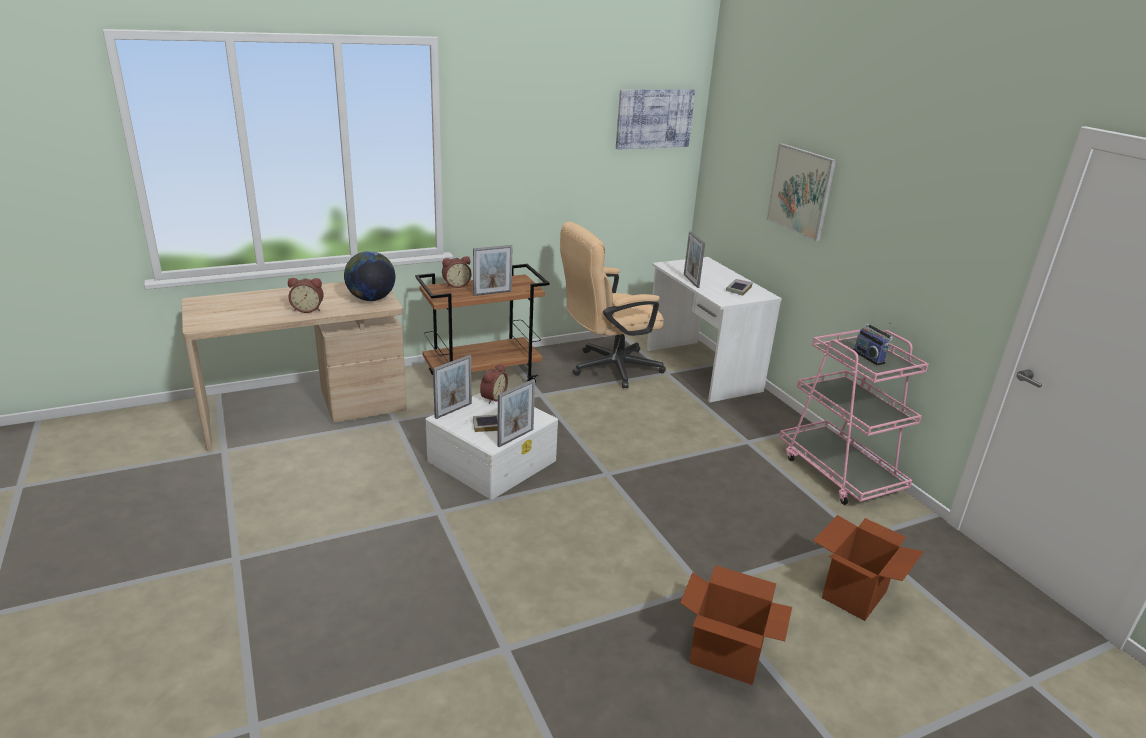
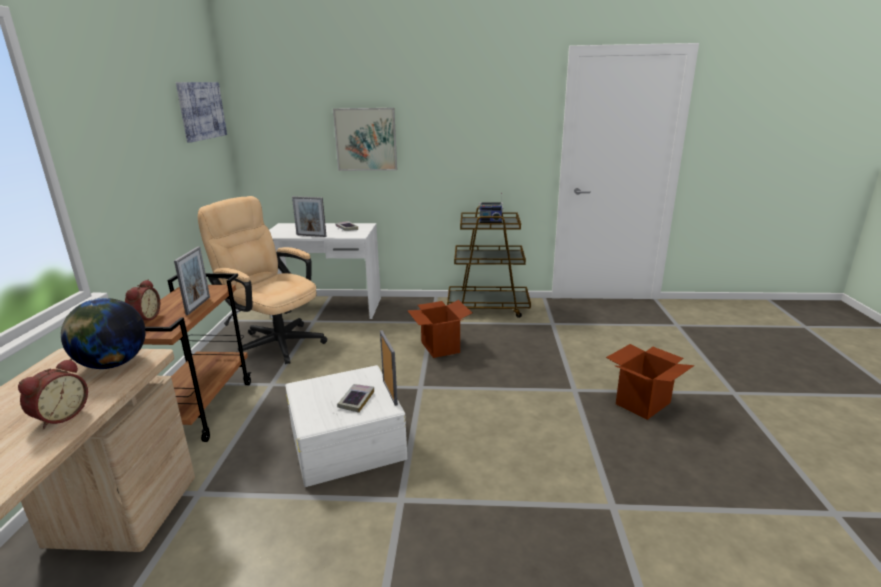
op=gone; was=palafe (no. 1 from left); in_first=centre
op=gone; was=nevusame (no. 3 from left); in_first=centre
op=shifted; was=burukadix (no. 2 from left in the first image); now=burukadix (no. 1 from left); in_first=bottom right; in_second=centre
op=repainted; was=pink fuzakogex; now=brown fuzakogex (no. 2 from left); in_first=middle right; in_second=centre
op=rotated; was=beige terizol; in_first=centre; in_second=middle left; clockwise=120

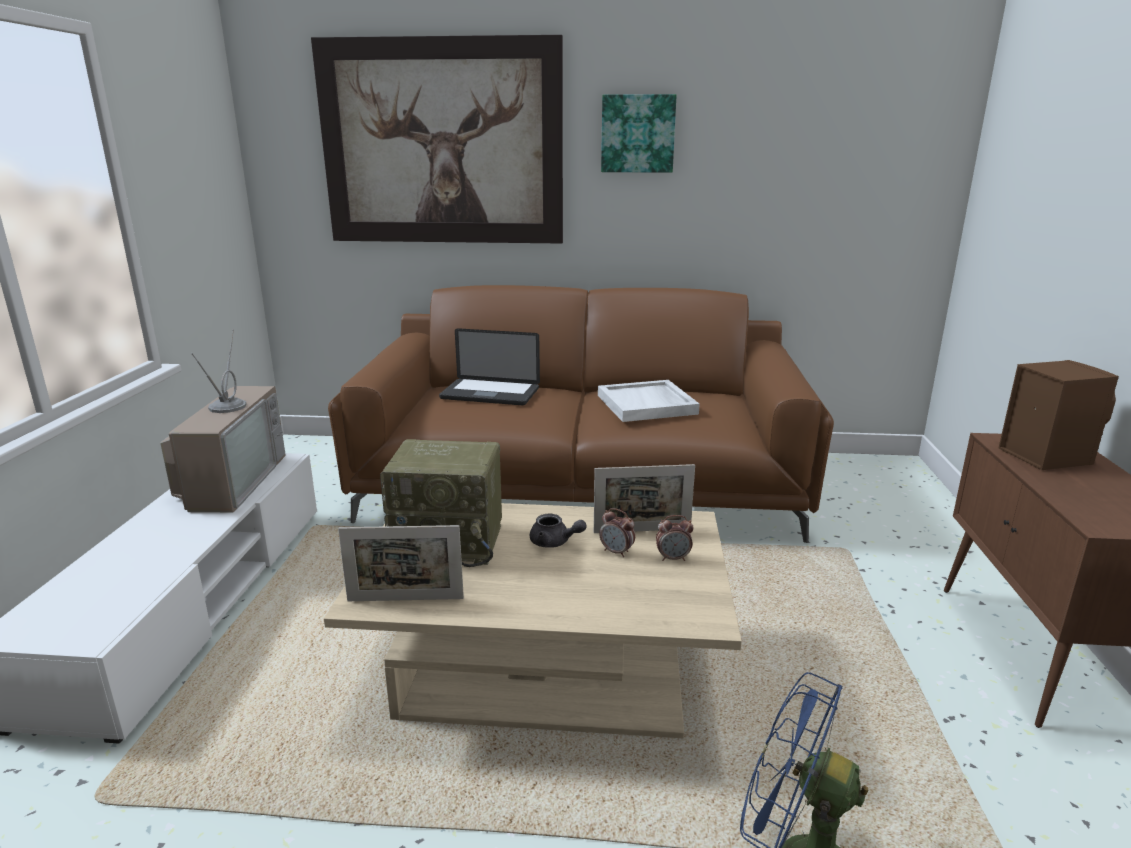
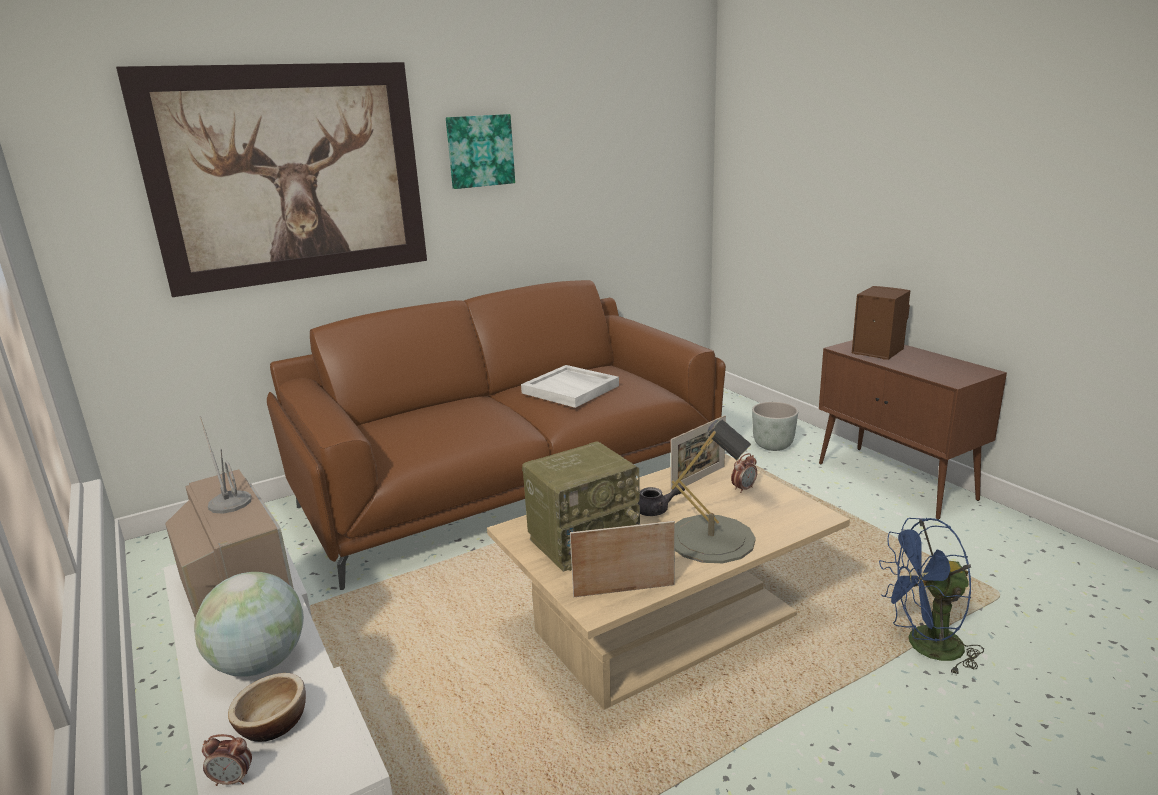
op=gone; was=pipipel; in_first=centre
op=new; now=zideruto; in_second=bottom left
op=new; now=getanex; in_second=bottom left
op=new; now=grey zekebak; in_second=centre
op=new; now=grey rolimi; in_second=middle right
op=shifted; was=nevusame (no. 1 from left); in_first=centre; in_second=bottom left
op=rotated; was=palafe (no. 1 from left); in_first=centre; in_second=bottom centre; clockwise=-150

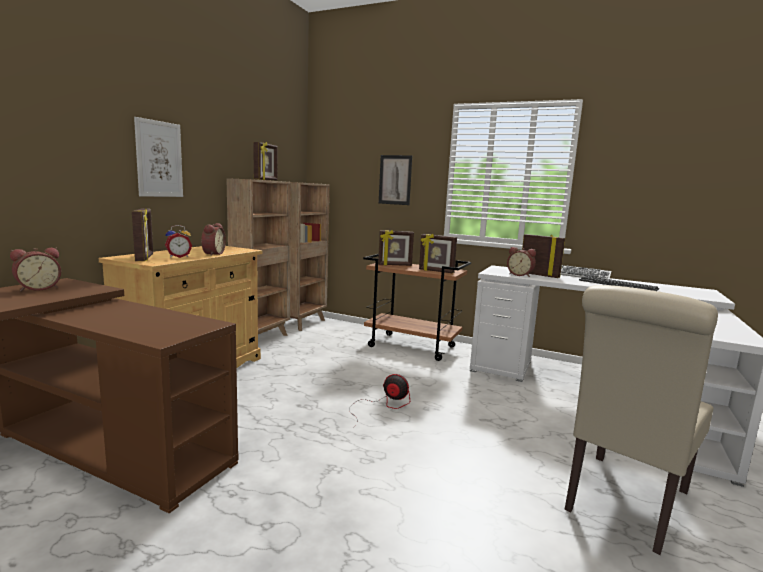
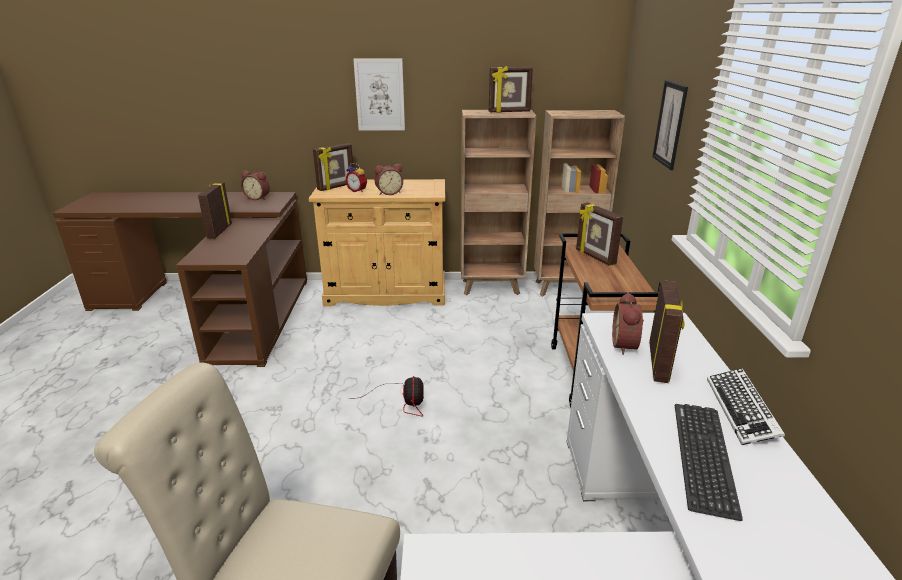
op=shifted; was=palafe (no. 4 from left in the first image); now=palafe (no. 1 from left); in_first=centre; in_second=middle left

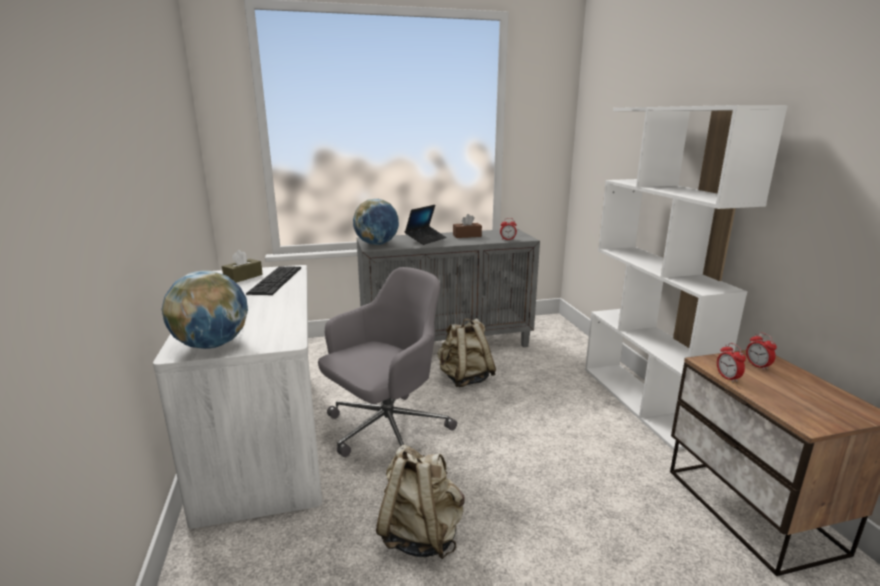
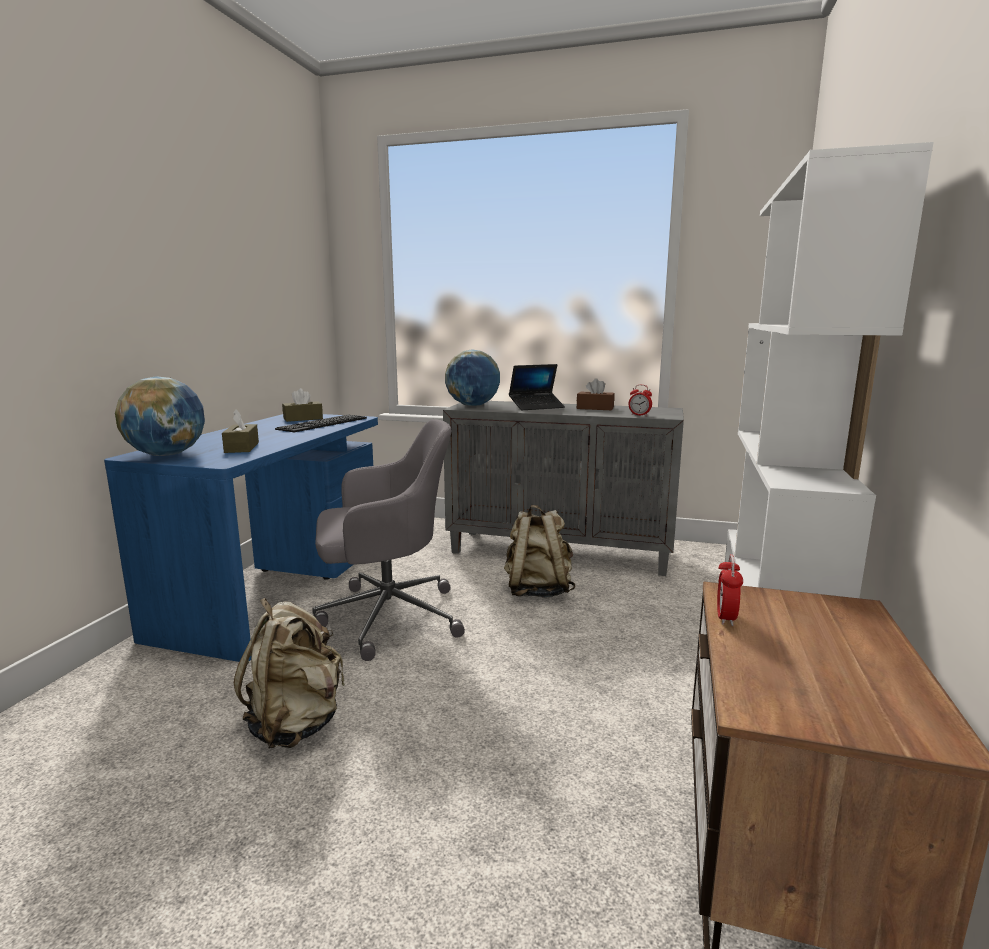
op=gone; was=nevusame (no. 3 from left); in_first=middle right
op=new; now=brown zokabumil (no. 1 from left); in_second=middle left
op=repainted; was=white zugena; now=blue zugena; in_first=bottom left; in_second=middle left

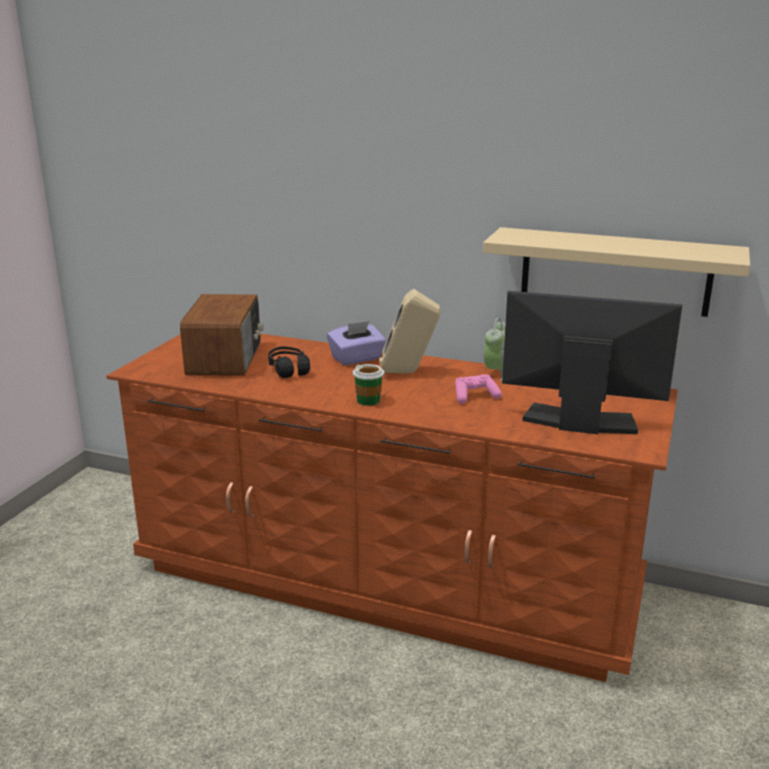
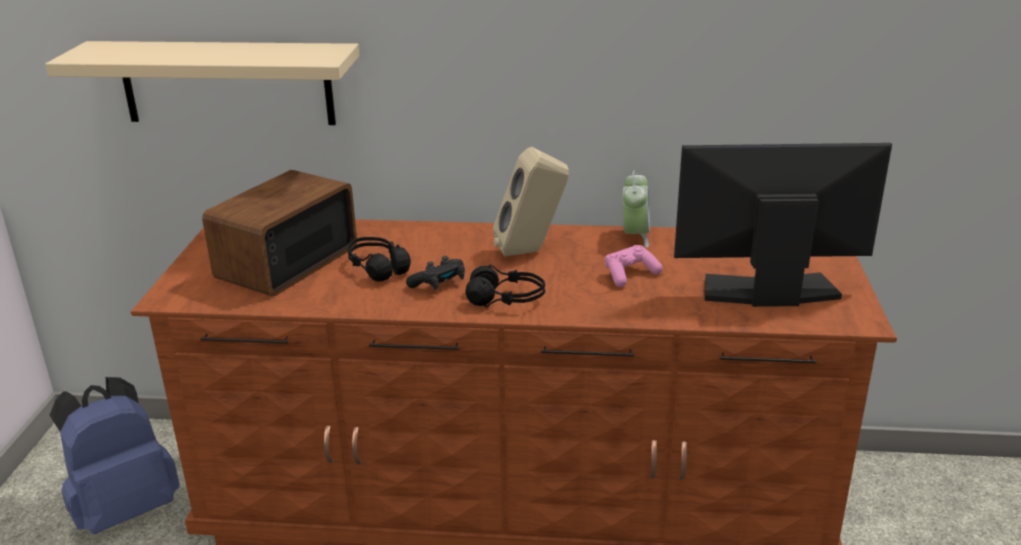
op=gone; was=purple zokabumil; in_first=centre
op=new; now=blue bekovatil; in_second=bottom left
op=new; now=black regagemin; in_second=centre
op=shifted; was=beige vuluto; in_first=middle right; in_second=top left
op=swapped; was=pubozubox; now=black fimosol (no. 2 from left); in_first=centre; in_second=centre
op=rotated; was=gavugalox; in_first=middle left; in_second=middle left; clockwise=-135

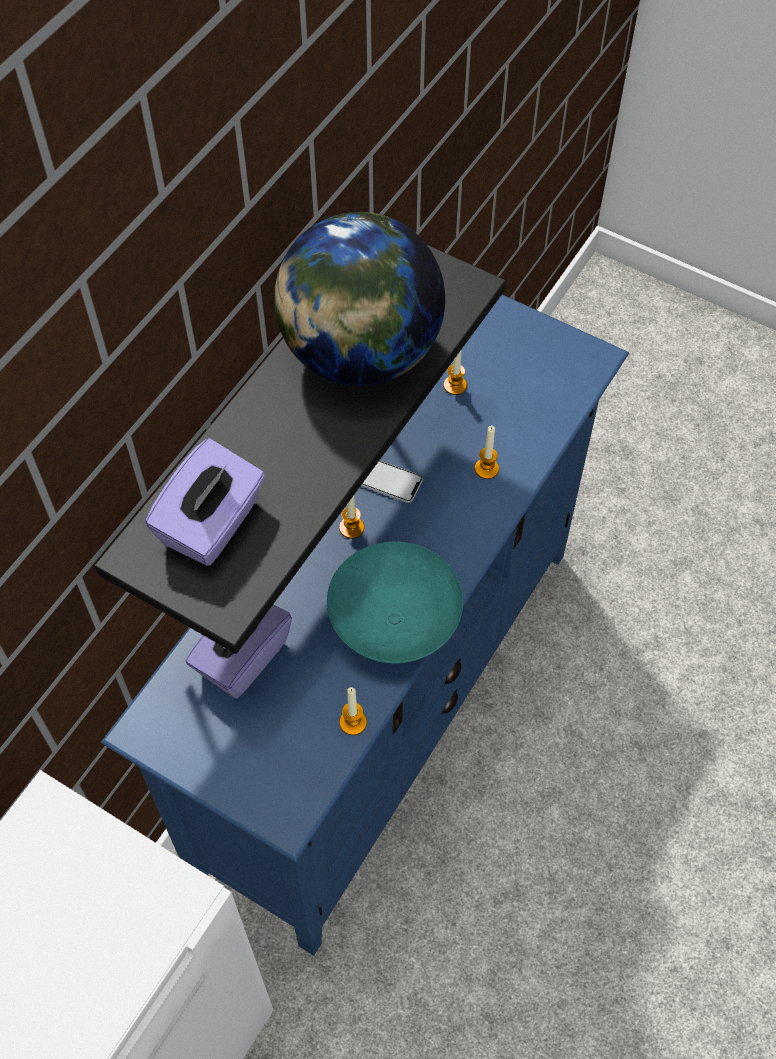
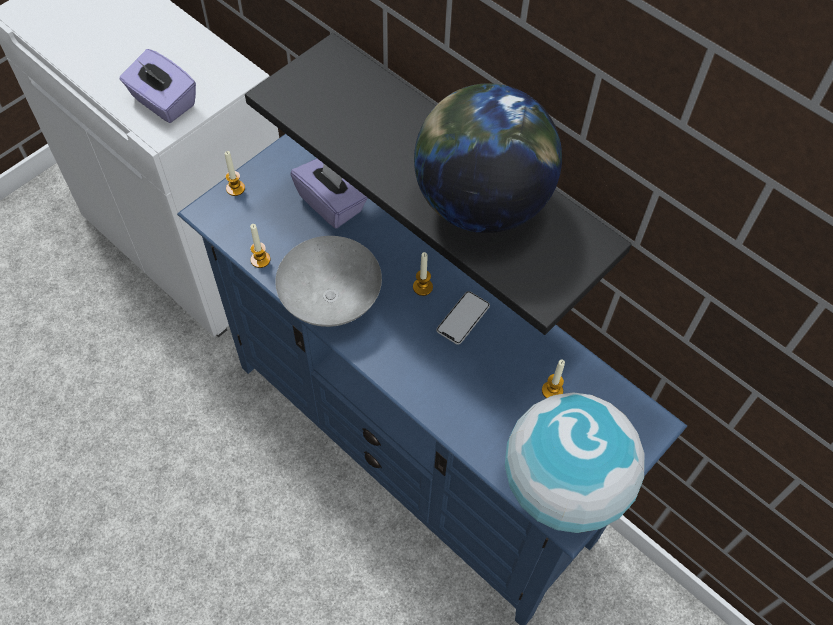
op=new; now=zideruto (no. 2 from left); in_second=bottom right
op=shifted; was=purple zokabumil (no. 1 from left); in_first=middle left; in_second=top left
op=shifted; was=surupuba (no. 4 from left in the first image); now=surupuba (no. 1 from left); in_first=centre; in_second=top left
op=repainted; was=turquoise getanex; now=grey getanex; in_first=centre; in_second=centre

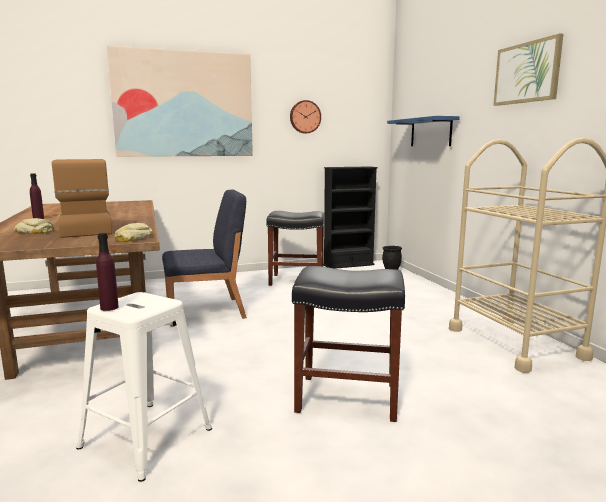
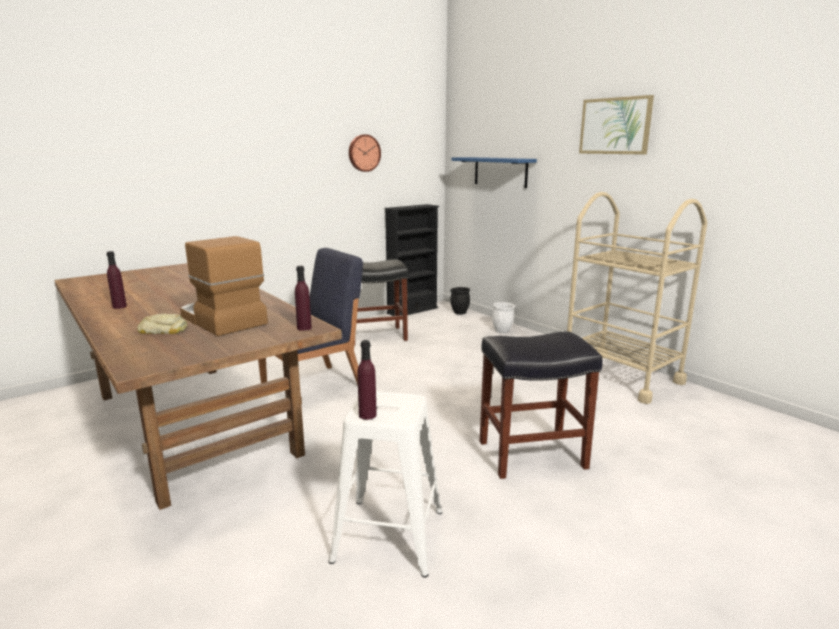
op=gone; was=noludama (no. 1 from left); in_first=top left
op=new; now=white rolimi; in_second=centre
op=swapped; was=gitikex (no. 2 from left); now=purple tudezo (no. 2 from left); in_first=middle left; in_second=centre

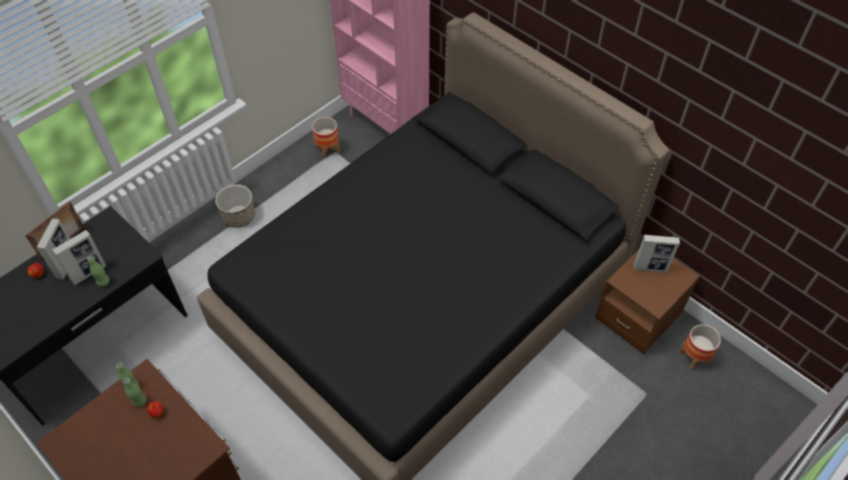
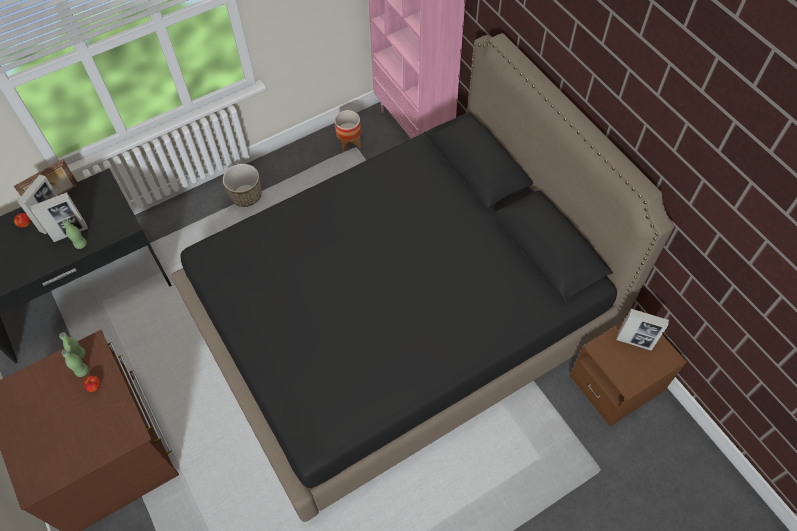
op=gone; was=rolimi (no. 3 from left); in_first=bottom right

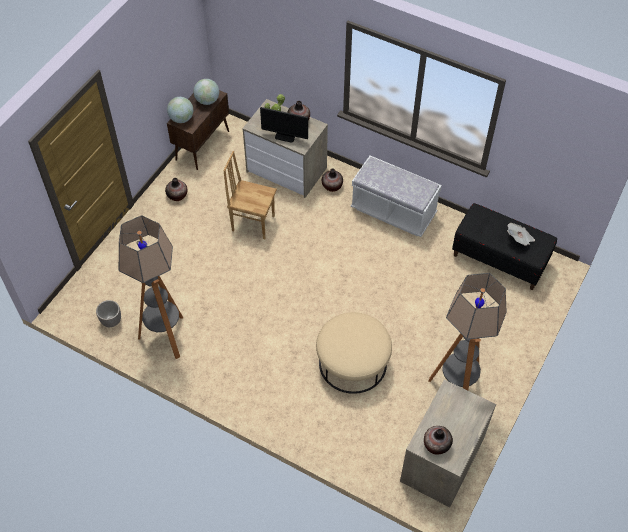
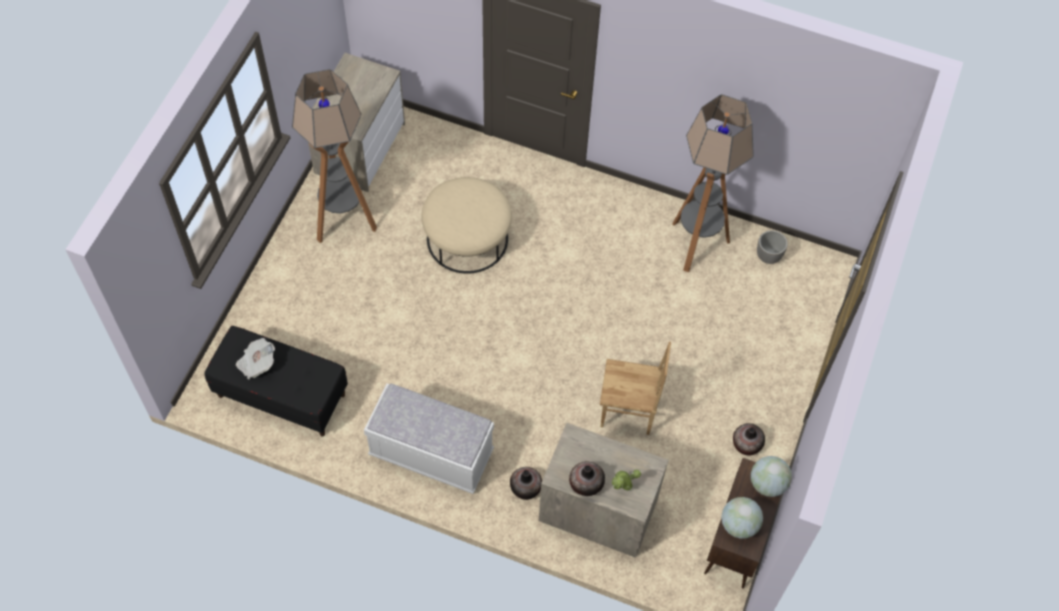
op=gone; was=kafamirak; in_first=top centre
op=gone; was=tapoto (no. 4 from left); in_first=bottom right

